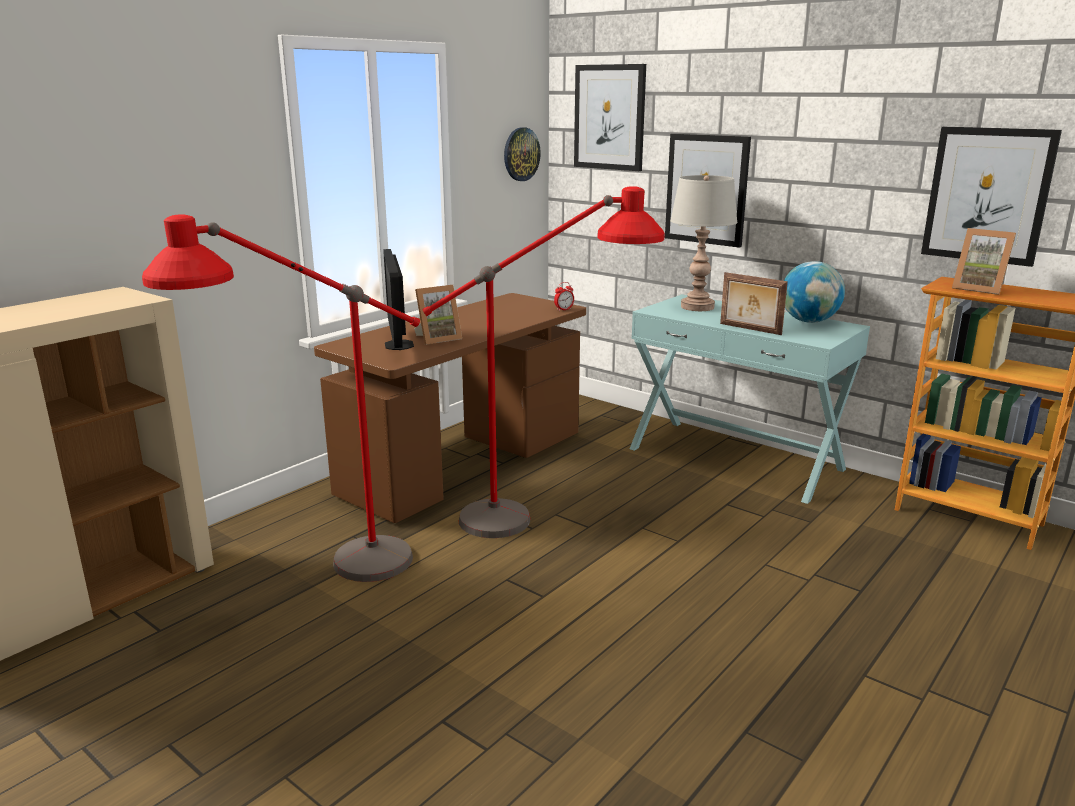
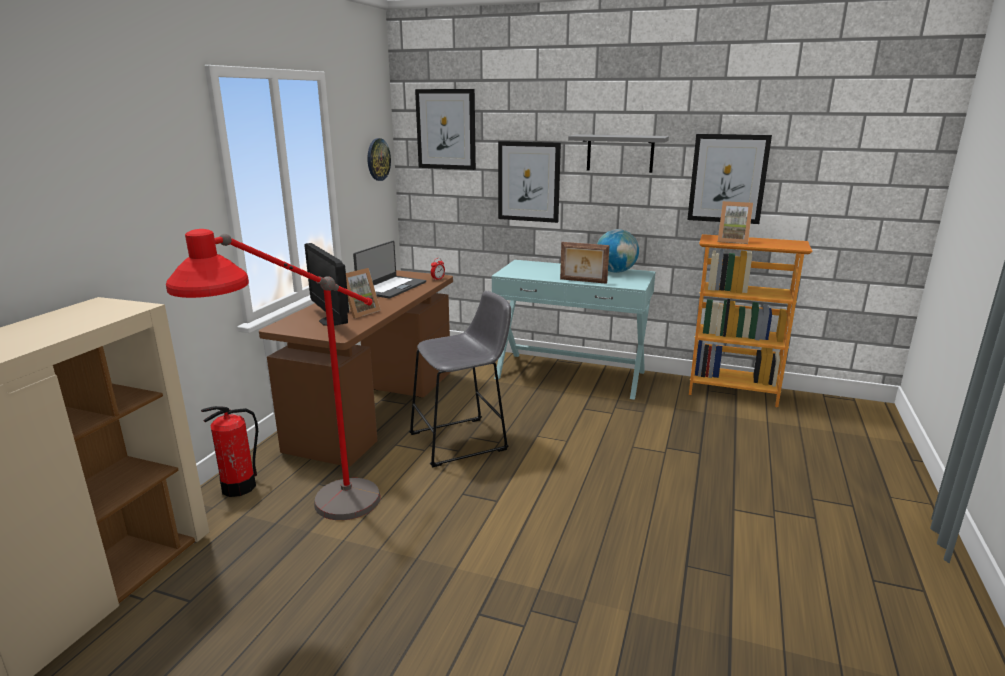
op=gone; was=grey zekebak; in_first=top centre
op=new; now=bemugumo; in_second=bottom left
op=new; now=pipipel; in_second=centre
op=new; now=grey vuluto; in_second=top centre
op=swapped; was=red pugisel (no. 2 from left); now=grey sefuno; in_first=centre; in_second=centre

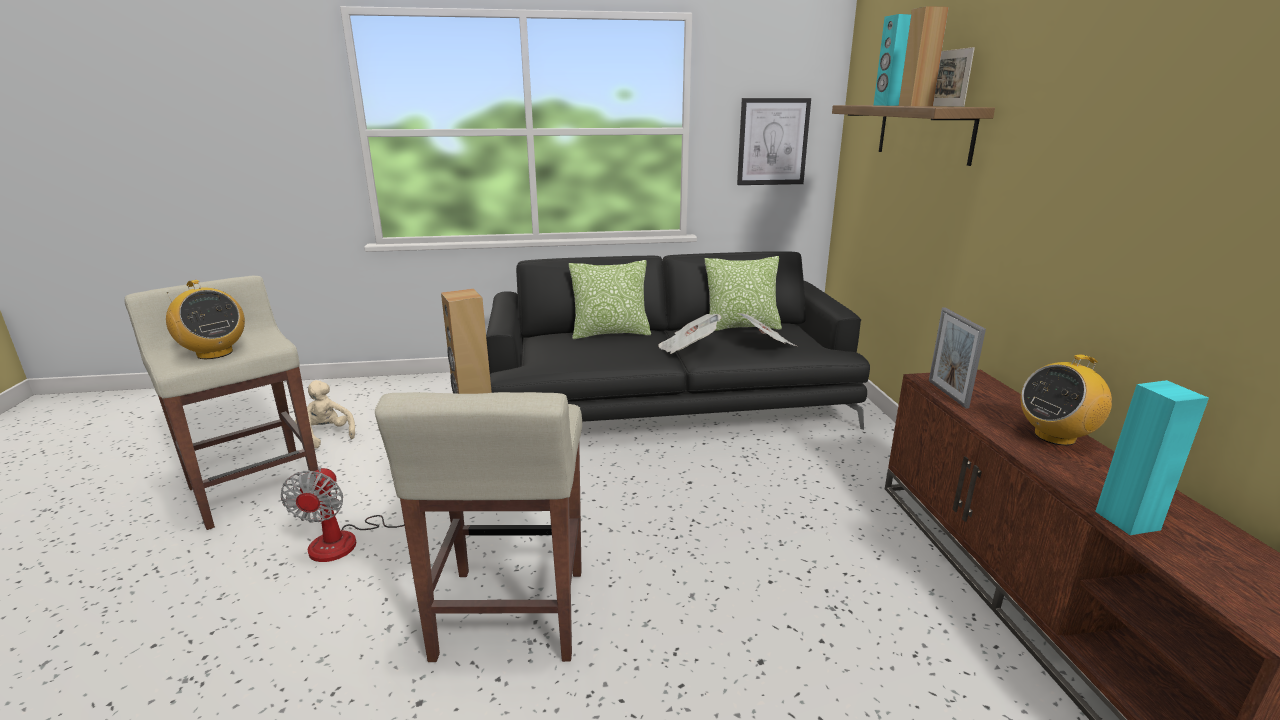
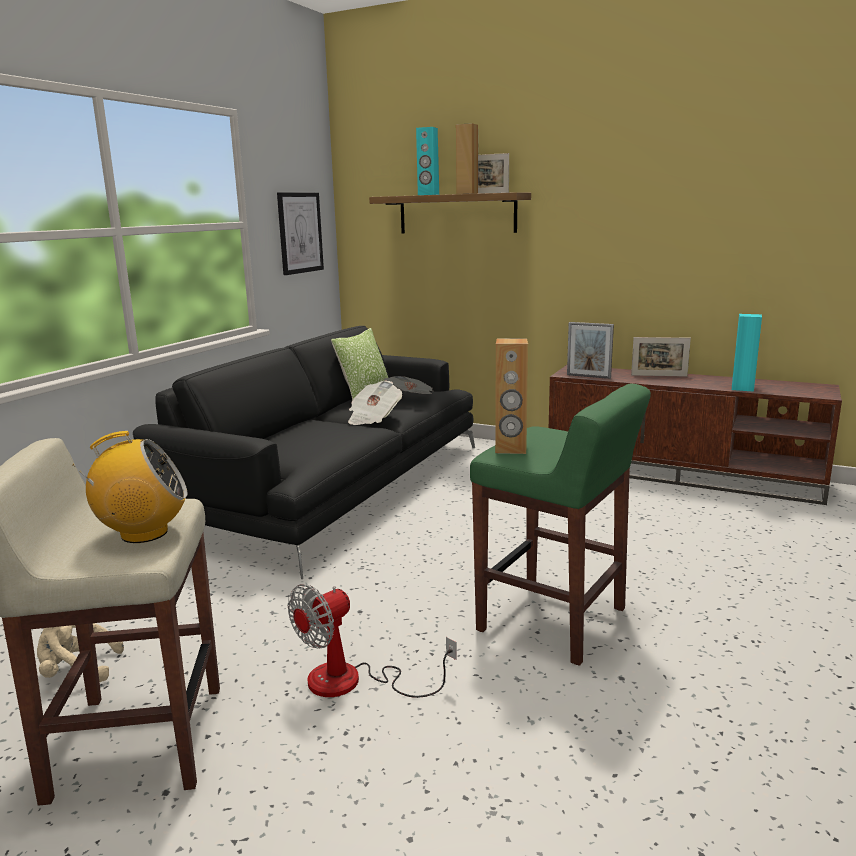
op=gone; was=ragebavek (no. 1 from left); in_first=centre
op=swapped; was=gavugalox (no. 2 from left); now=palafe (no. 3 from left); in_first=middle right; in_second=middle right
op=repainted; was=beige sefuno (no. 2 from left); now=green sefuno; in_first=bottom centre; in_second=centre
op=rotated; was=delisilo; in_first=bottom left; in_second=bottom centre; clockwise=105

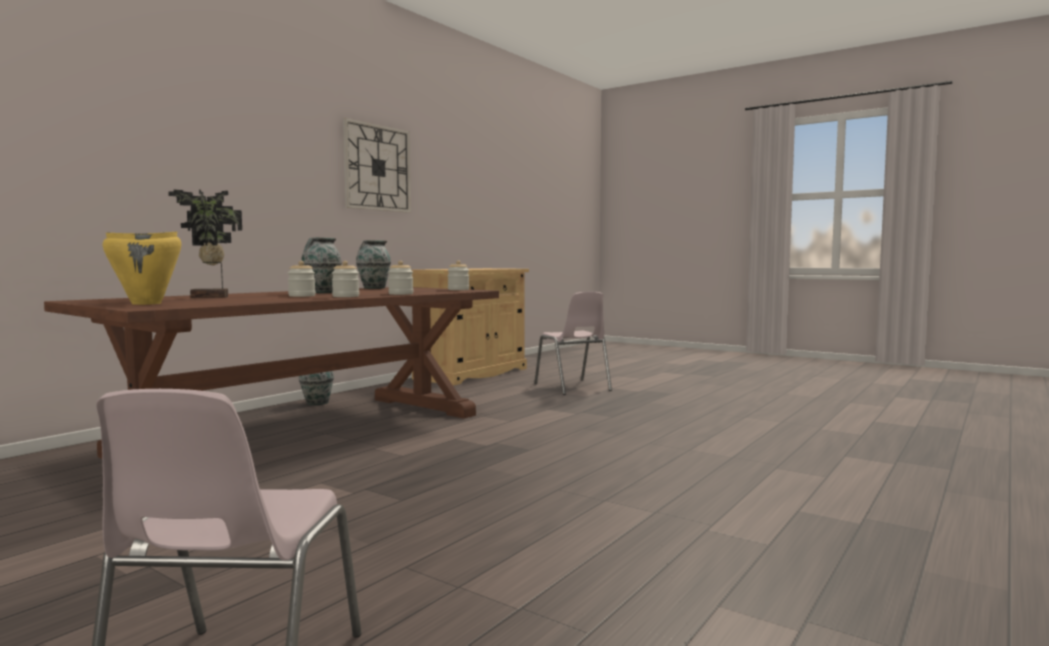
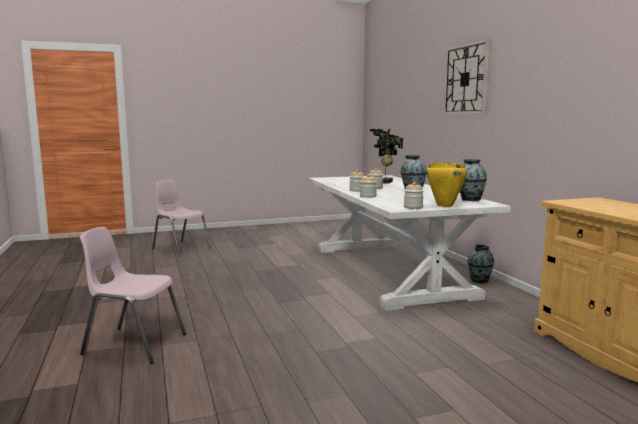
op=shifted; was=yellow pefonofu; in_first=middle left; in_second=middle right
op=shifted; was=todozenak; in_first=top centre; in_second=top right
op=shifted; was=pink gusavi (no. 2 from left in the first image); now=pink gusavi (no. 1 from left); in_first=centre; in_second=bottom left
op=repainted; was=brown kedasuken; now=white kedasuken; in_first=middle left; in_second=centre

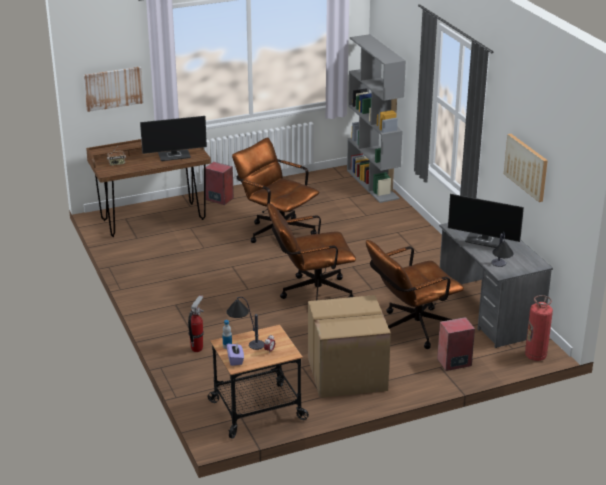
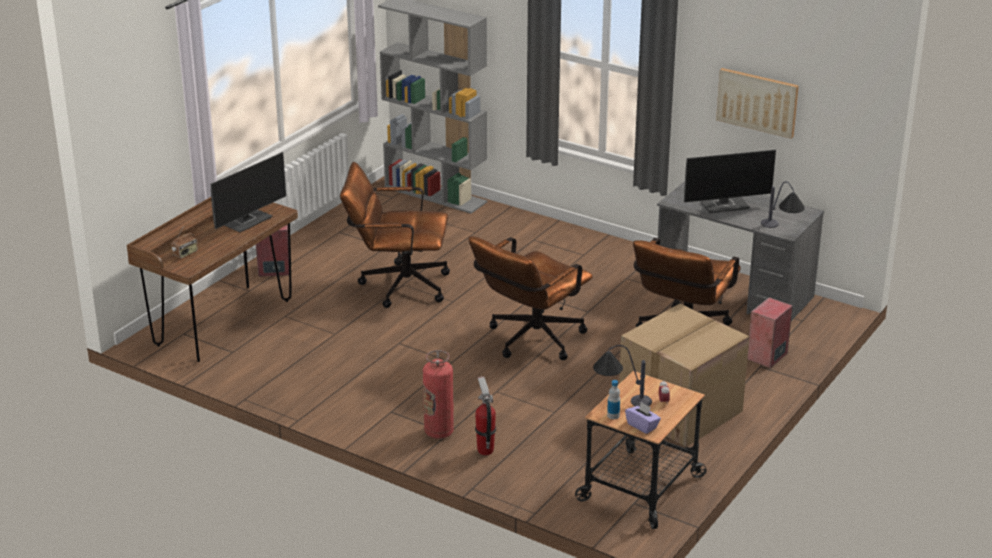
op=gone; was=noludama (no. 1 from left); in_first=top left
op=shifted; was=bemugumo (no. 2 from left in the first image); now=bemugumo (no. 1 from left); in_first=bottom right; in_second=bottom centre

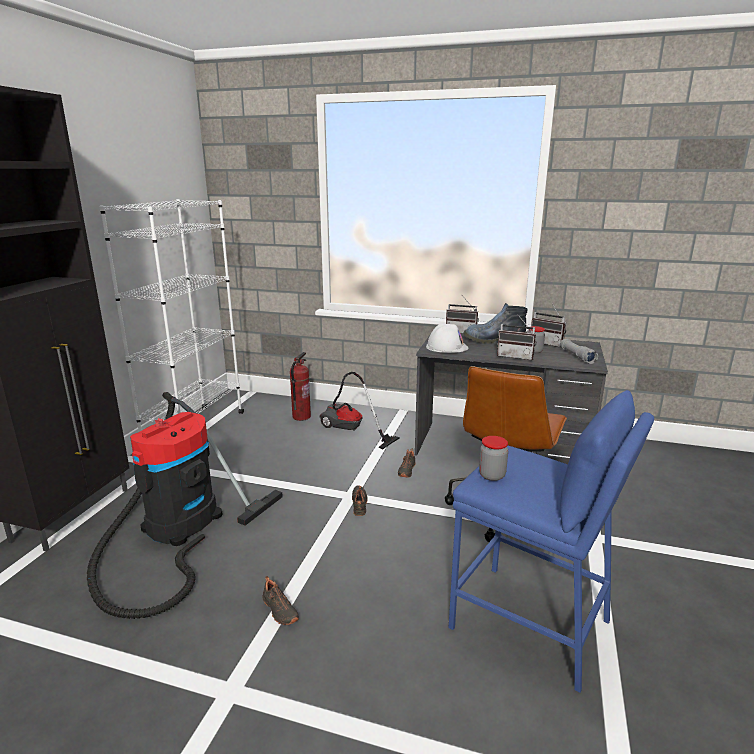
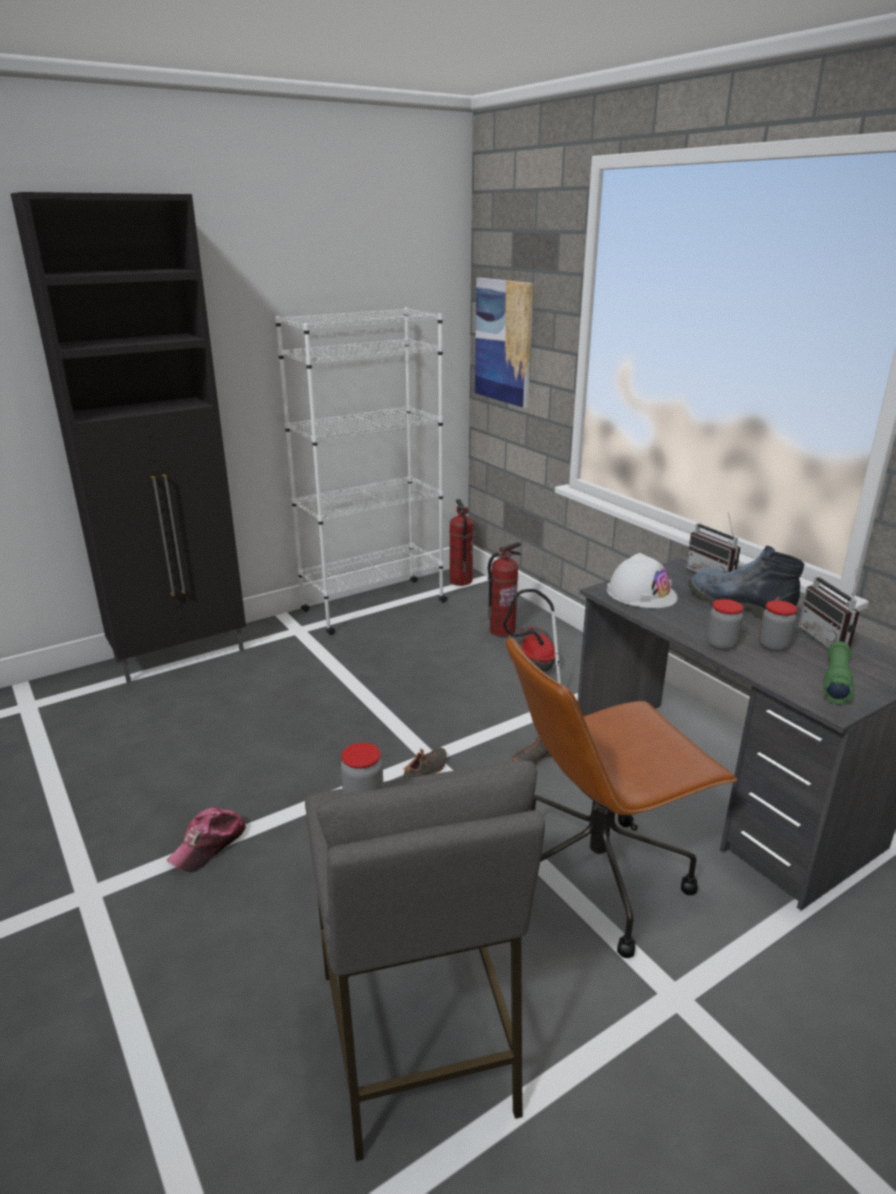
op=gone; was=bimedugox (no. 1 from left); in_first=bottom left
op=new; now=bemugumo (no. 1 from left); in_second=centre
op=new; now=noludama; in_second=top centre
op=swapped; was=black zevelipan (no. 1 from left); now=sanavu; in_first=bottom centre; in_second=bottom left
op=swapped; was=gavugalox (no. 2 from left); now=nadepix (no. 2 from left); in_first=middle right; in_second=middle right
op=repainted; was=blue sefuno; now=grey sefuno; in_first=bottom right; in_second=bottom centre
op=repainted; was=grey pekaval; now=green pekaval; in_first=middle right; in_second=middle right

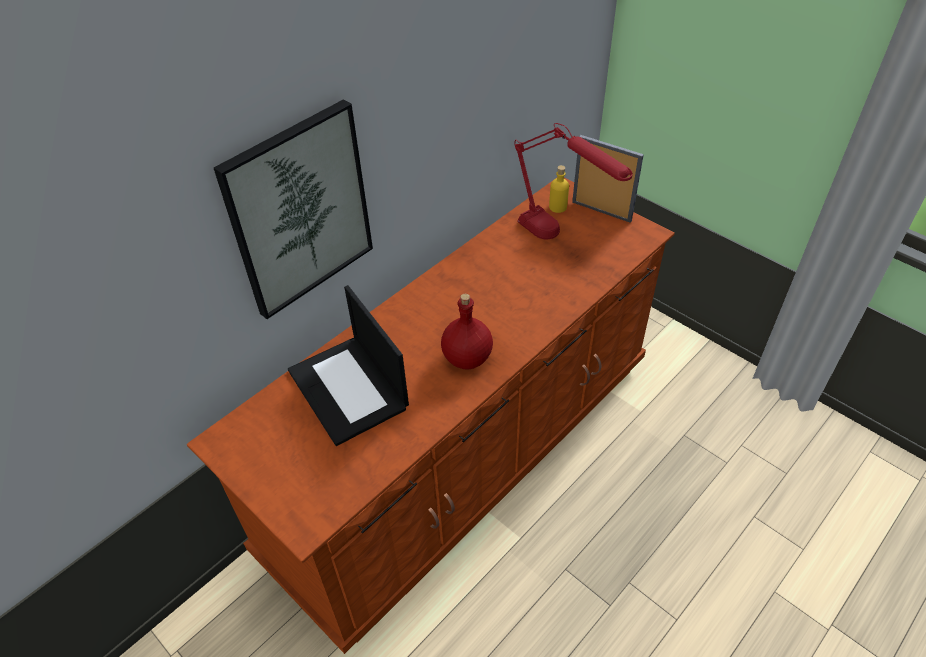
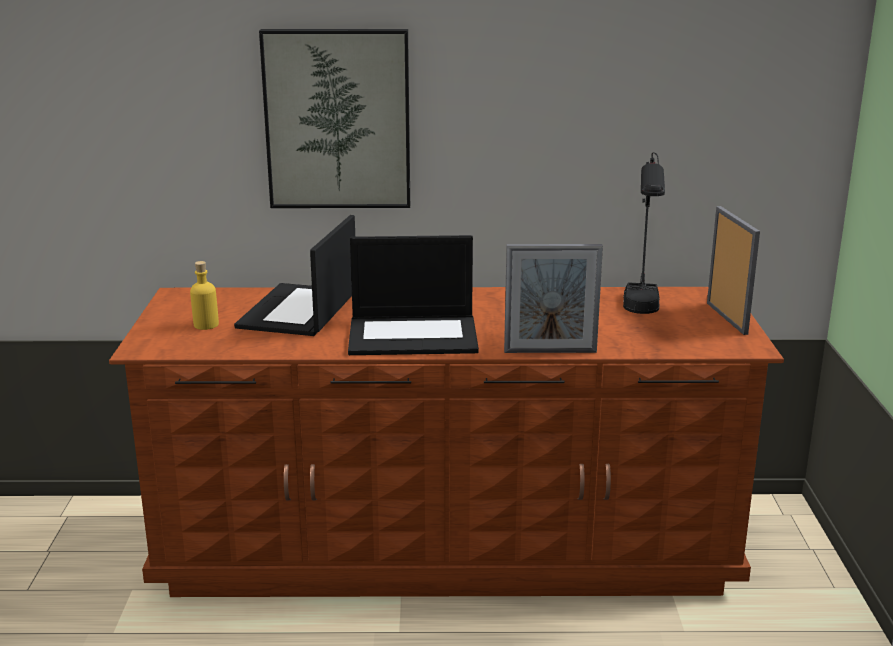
op=new; now=palafe (no. 1 from left); in_second=centre
op=shifted; was=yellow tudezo; in_first=top centre; in_second=middle left
op=swapped; was=red tudezo; now=pipipel (no. 2 from left); in_first=centre; in_second=centre
op=repainted; was=red zekebak; now=black zekebak; in_first=top centre; in_second=middle right

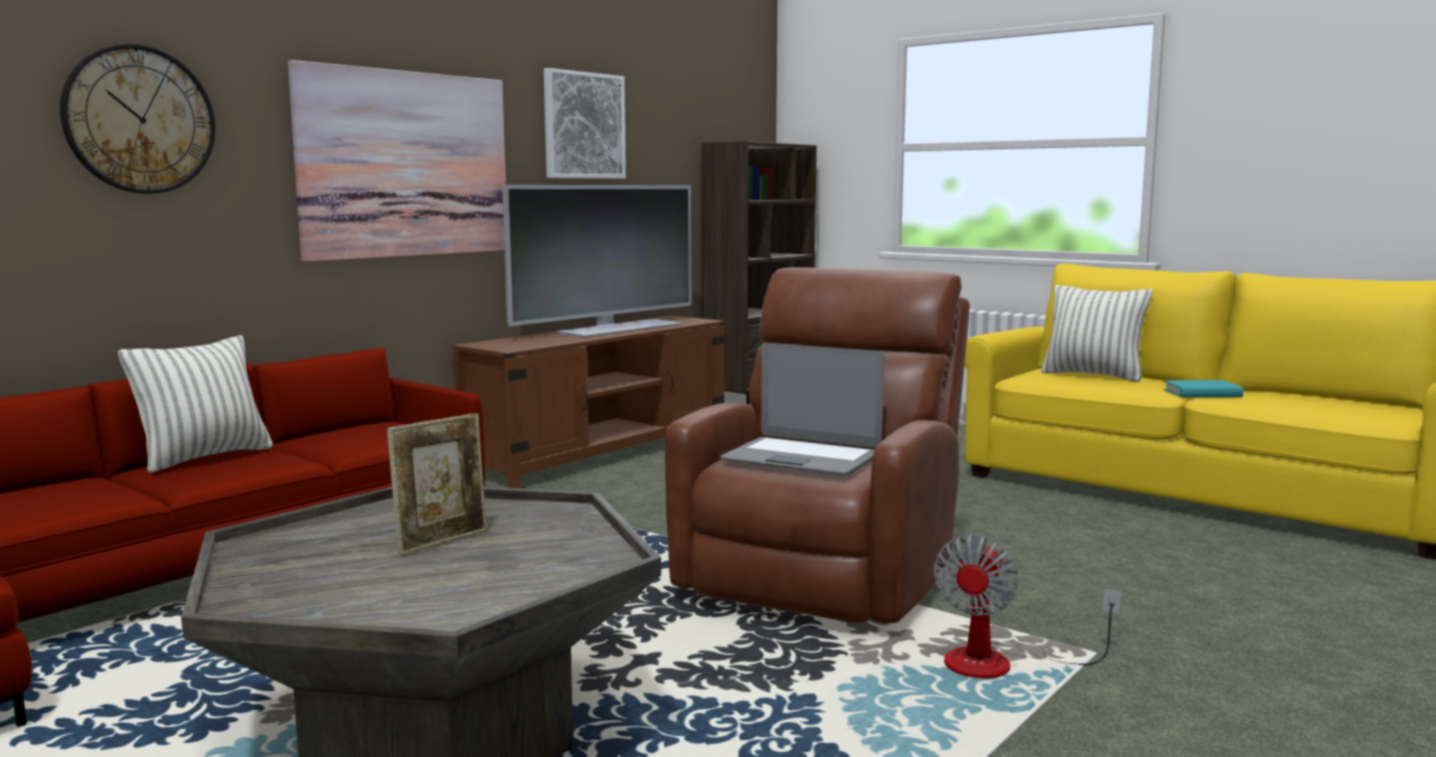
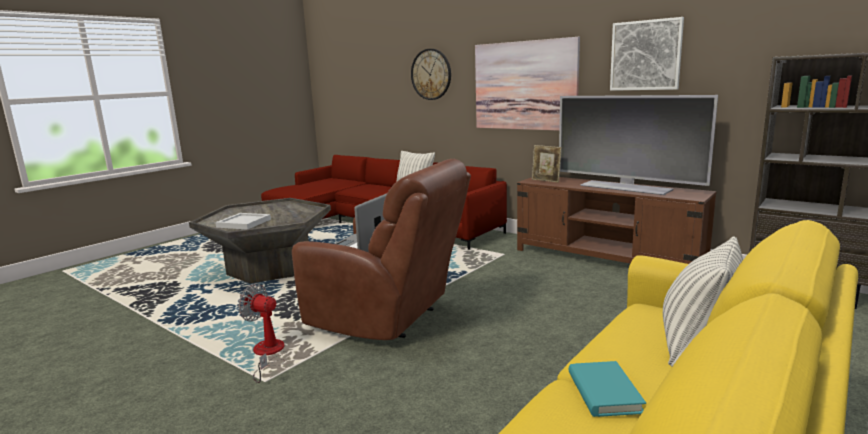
op=new; now=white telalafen; in_second=middle left
op=shifted; was=palafe; in_first=middle left; in_second=centre

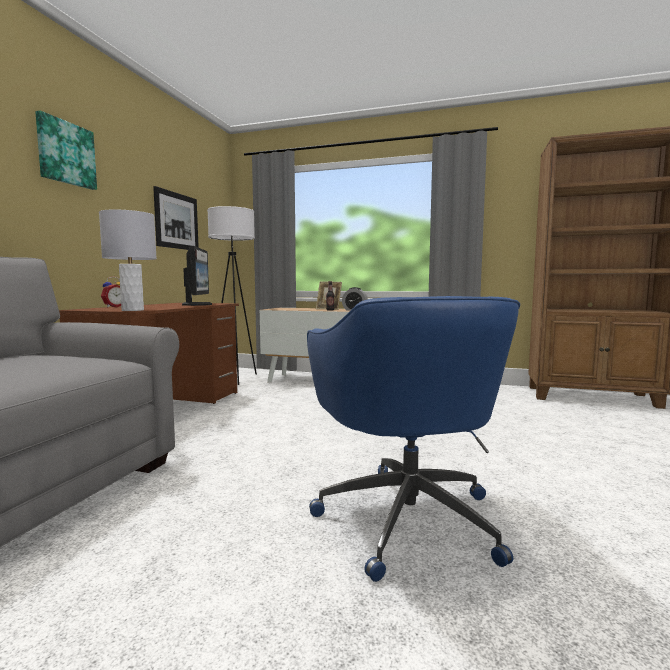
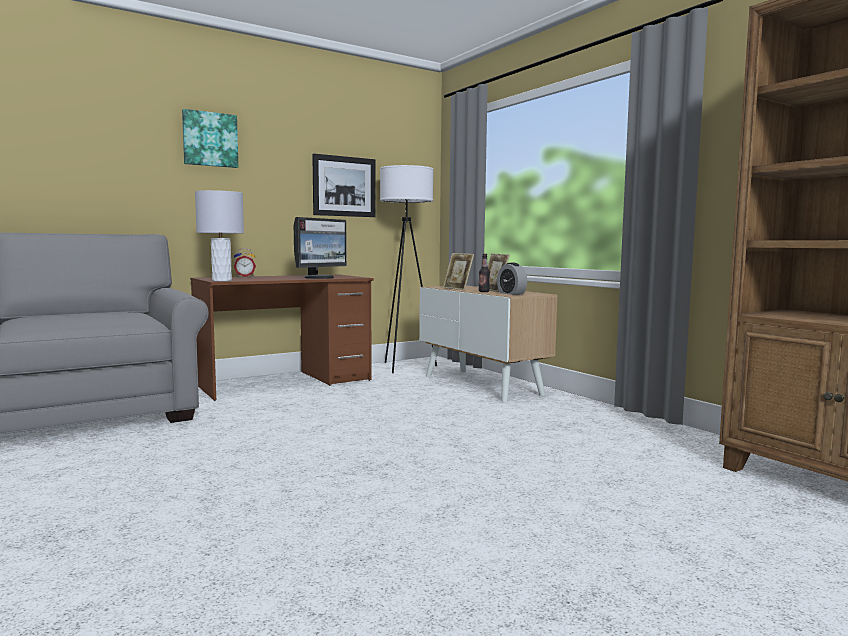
op=gone; was=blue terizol; in_first=centre
op=new; now=palafe (no. 1 from left); in_second=centre

